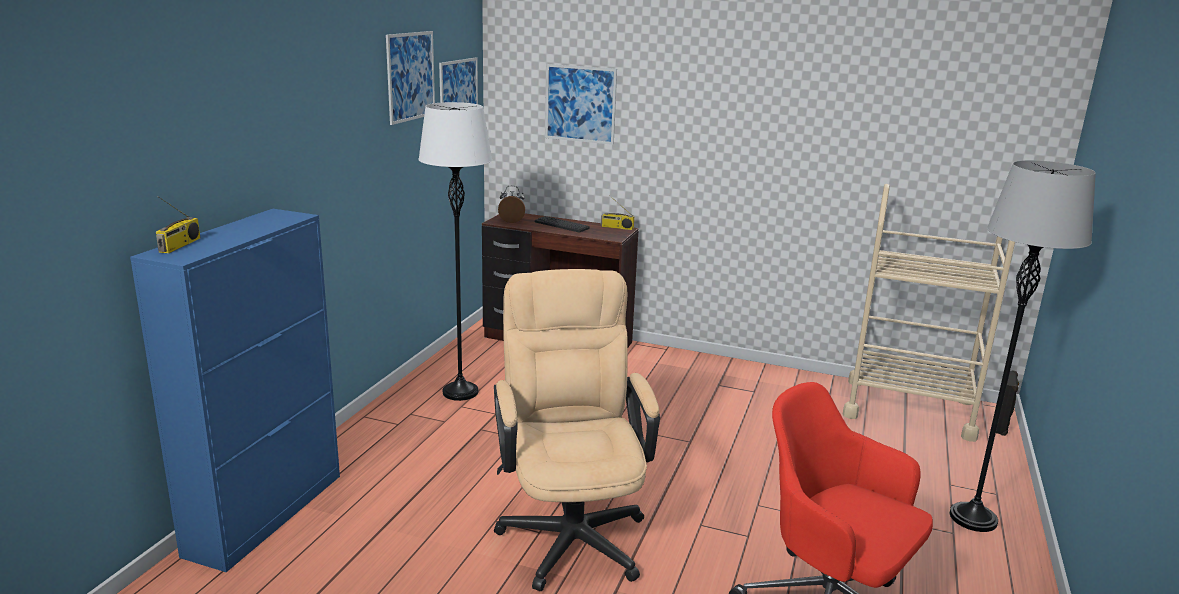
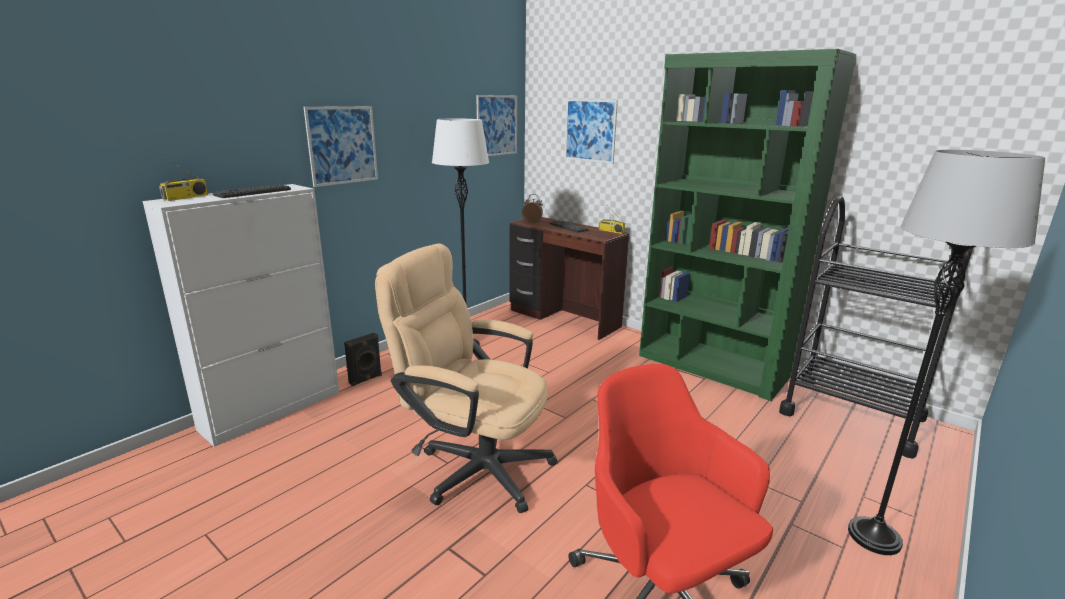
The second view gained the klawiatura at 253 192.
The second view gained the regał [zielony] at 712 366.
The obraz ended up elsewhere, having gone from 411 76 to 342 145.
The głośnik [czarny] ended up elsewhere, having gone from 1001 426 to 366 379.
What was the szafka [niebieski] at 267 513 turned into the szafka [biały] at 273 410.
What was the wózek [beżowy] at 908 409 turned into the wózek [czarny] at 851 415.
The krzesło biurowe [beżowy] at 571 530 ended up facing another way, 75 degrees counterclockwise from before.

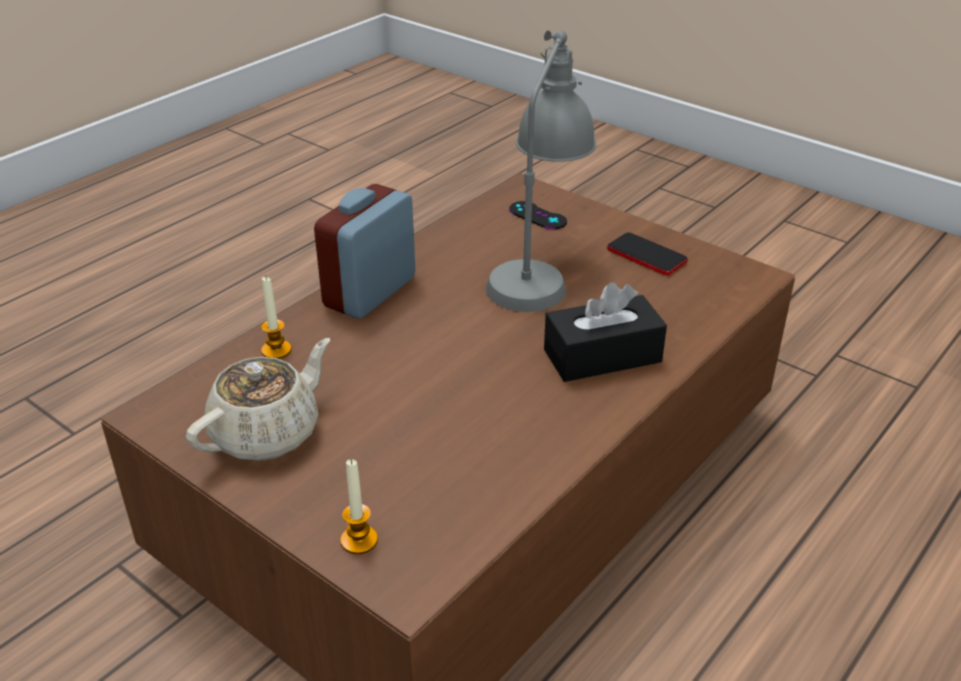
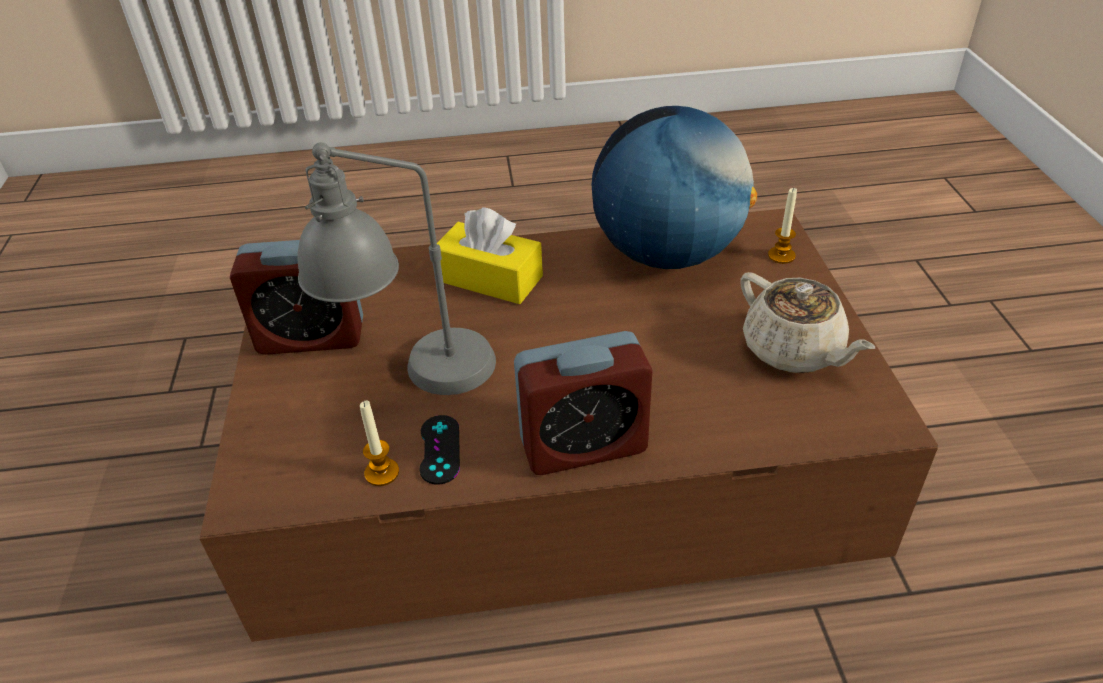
The second view gained the globus at 667 254.
The świeca ended up elsewhere, having gone from 276 350 to 382 473.
The pad do gier [czarny] ended up elsewhere, having gone from 537 216 to 440 449.
Where the telefon stood at 646 255, the budzik came to stand at 311 337.
What was the pudełko chusteczek [czarny] at 602 356 turned into the pudełko chusteczek [żółty] at 489 278.
The imbryk [beżowy] at 267 433 ended up facing another way, 120 degrees counterclockwise from before.

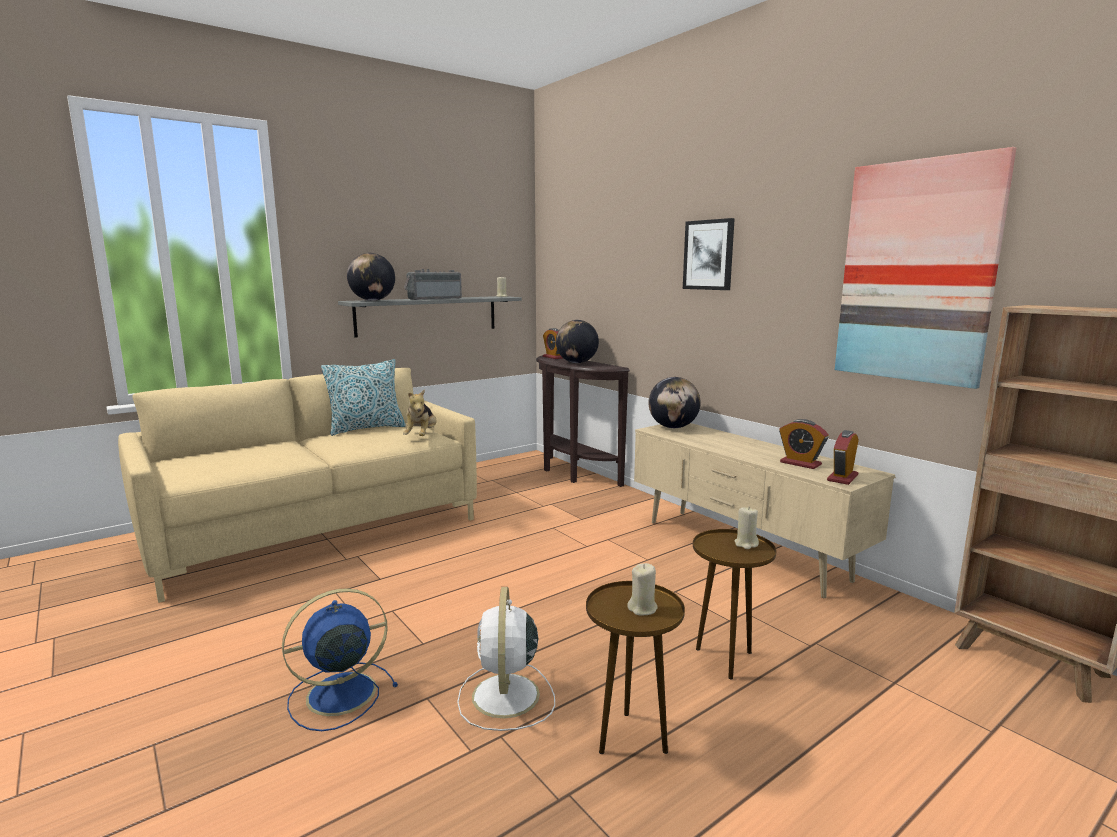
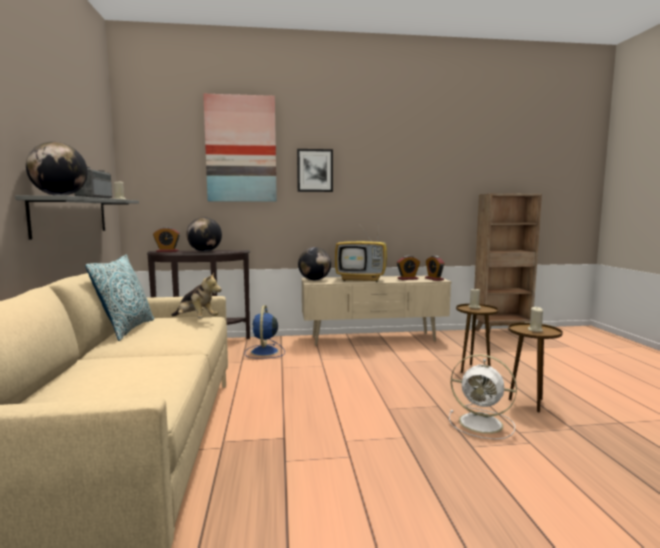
The second view gained the telewizor at 362 280.
The wentylator [niebieski] ended up elsewhere, having gone from 338 695 to 264 352.
The obraz ended up elsewhere, having gone from 916 272 to 241 149.

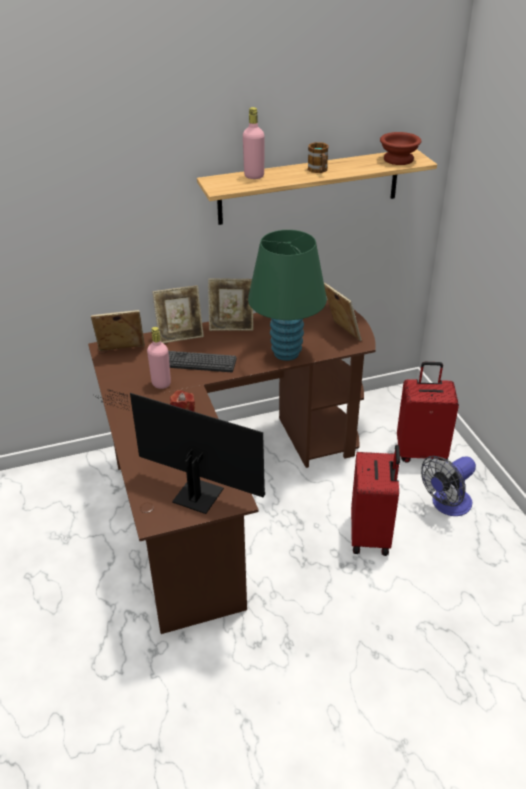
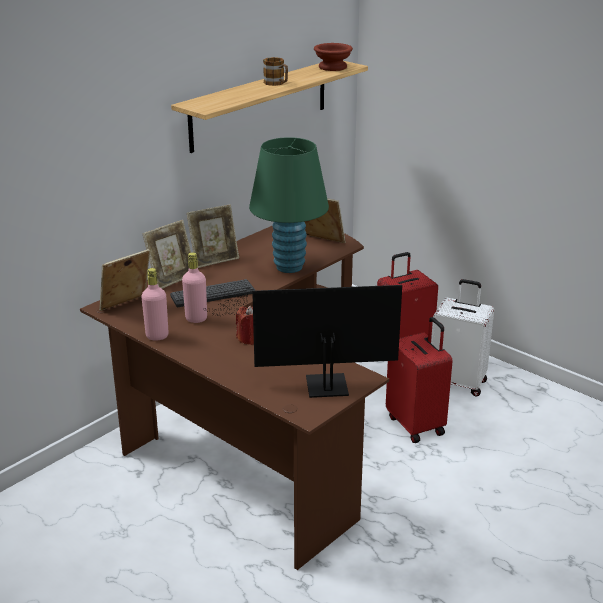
The butelka [różowy] ended up elsewhere, having gone from 254 176 to 157 336.
Where the wentylator stood at 447 505, the walizka [biały] came to stand at 458 382.

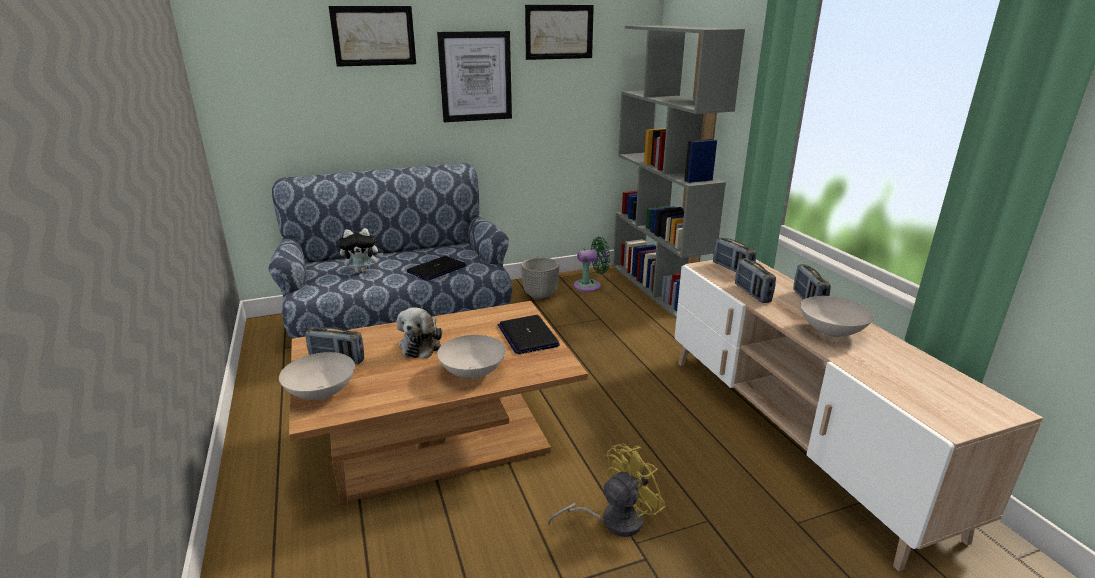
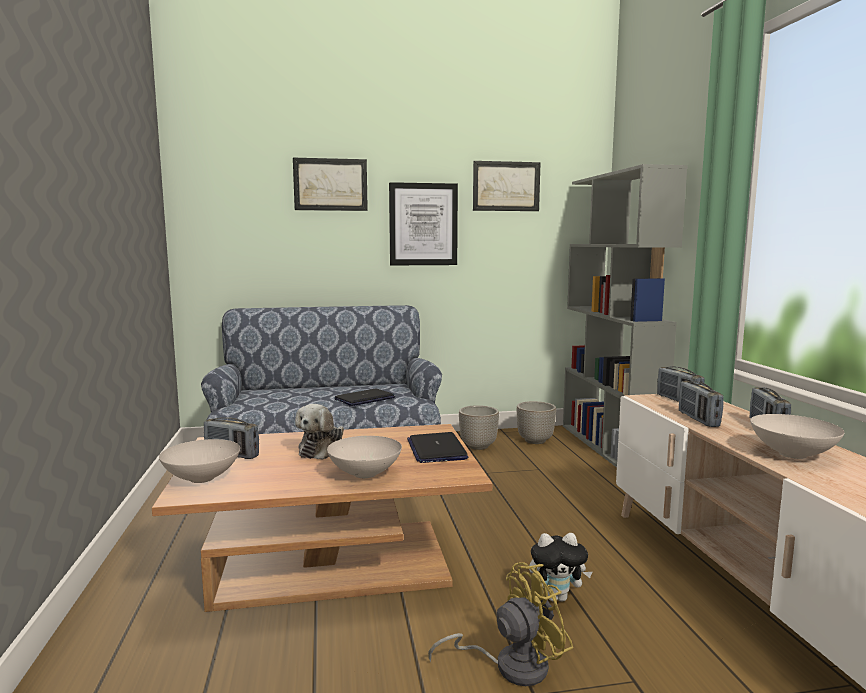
The pluszak ended up elsewhere, having gone from 363 271 to 557 597.
Where the wentylator [zielony] stood at 590 286, the donica came to stand at 534 441.

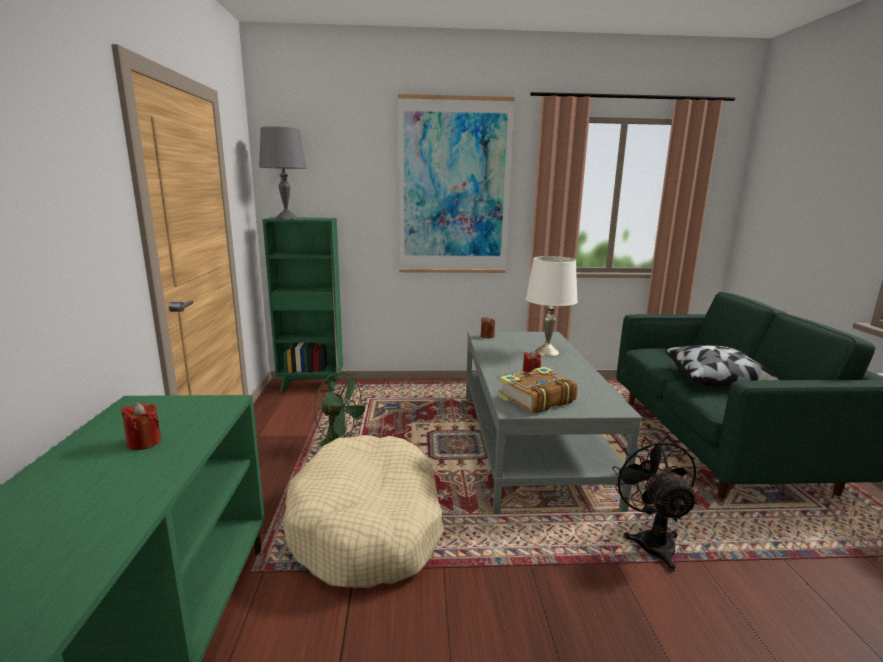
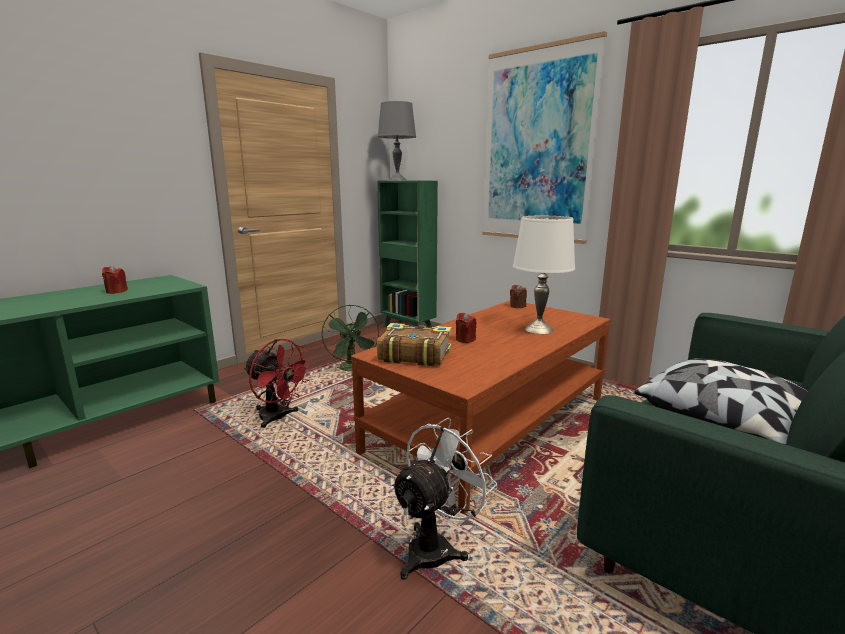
Where the legowisko [beżowy] stood at 368 526, the wentylator [czerwony] came to stand at 278 418.
What was the ława [szary] at 530 443 turned into the ława [brązowy] at 490 424.
What was the wentylator [czarny] at 651 540 turned into the wentylator [biały] at 436 547.

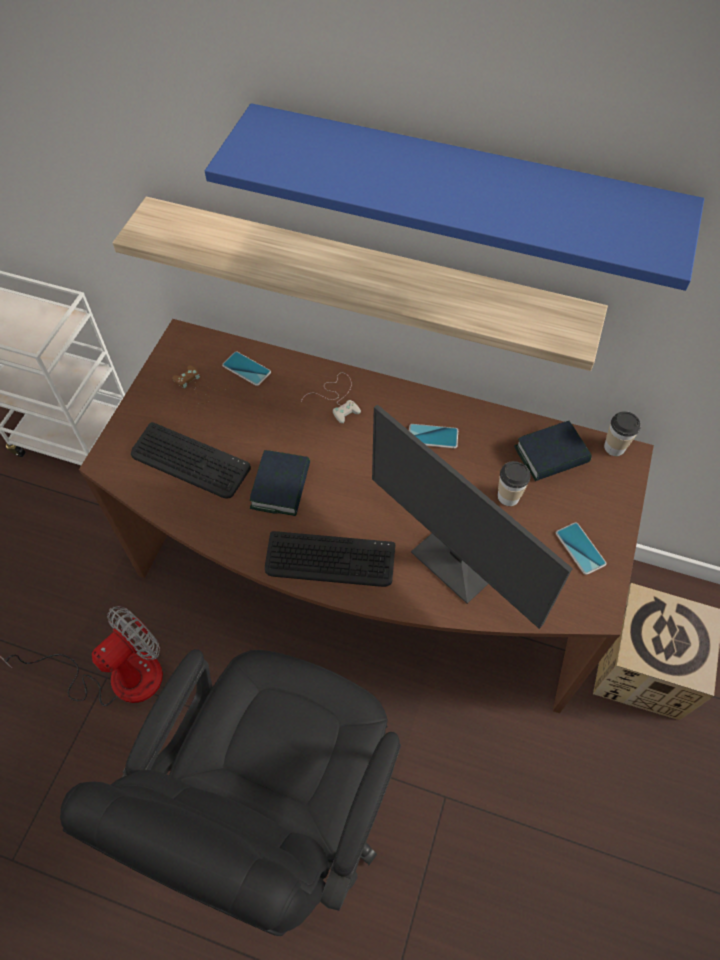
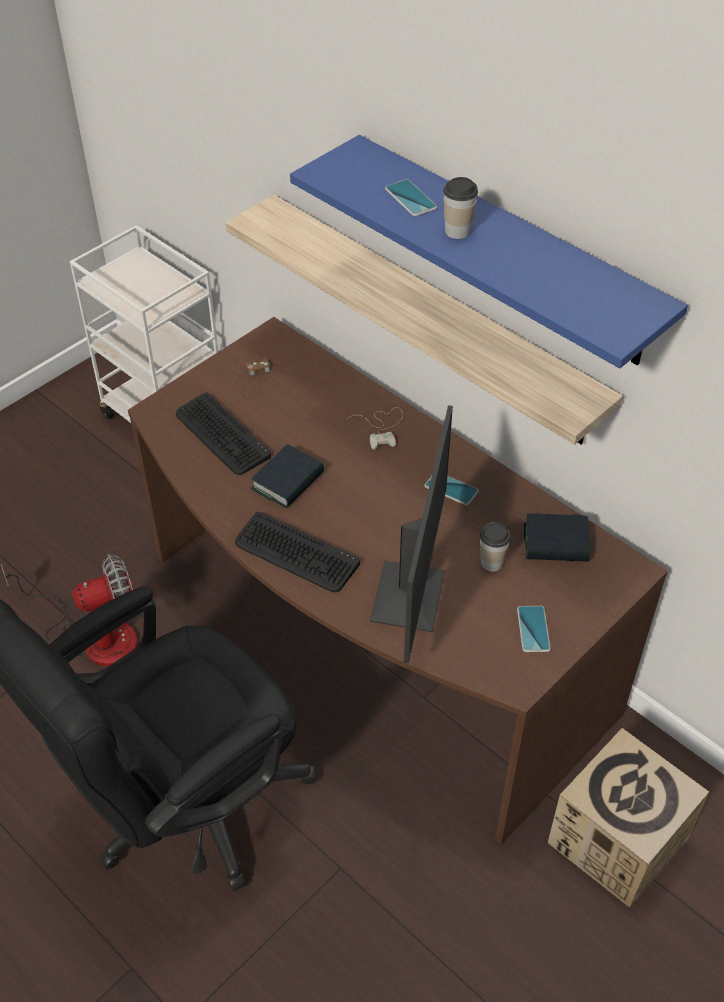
The telefon ended up elsewhere, having gone from 246 369 to 410 199.
The filiżanka ended up elsewhere, having gone from 614 447 to 457 231.
The monitor at 458 560 ended up facing another way, 150 degrees counterclockwise from before.

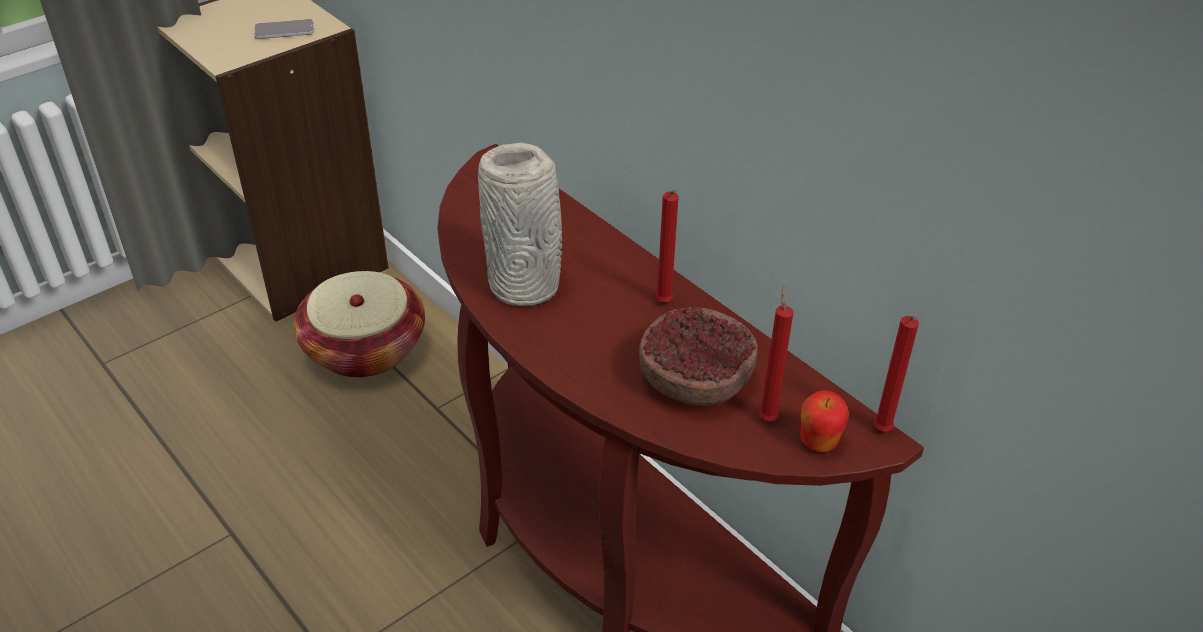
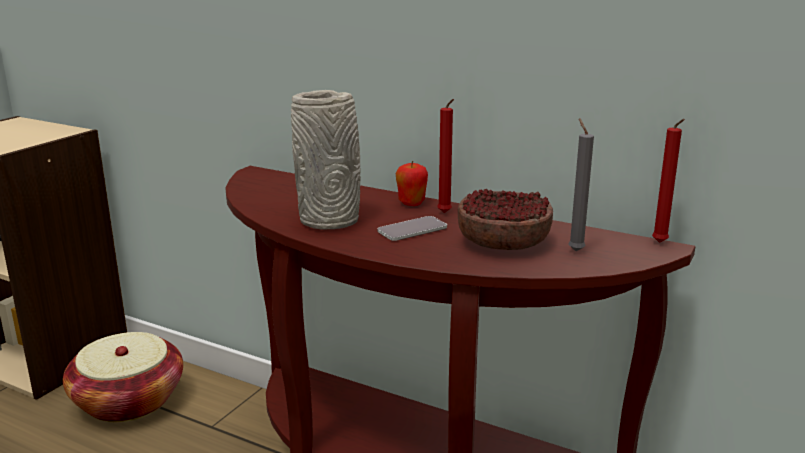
The telefon ended up elsewhere, having gone from 284 30 to 412 230.
The jabłko ended up elsewhere, having gone from 818 442 to 411 203.
What was the świeca [czerwony] at 767 417 turned into the świeca [szary] at 574 250.

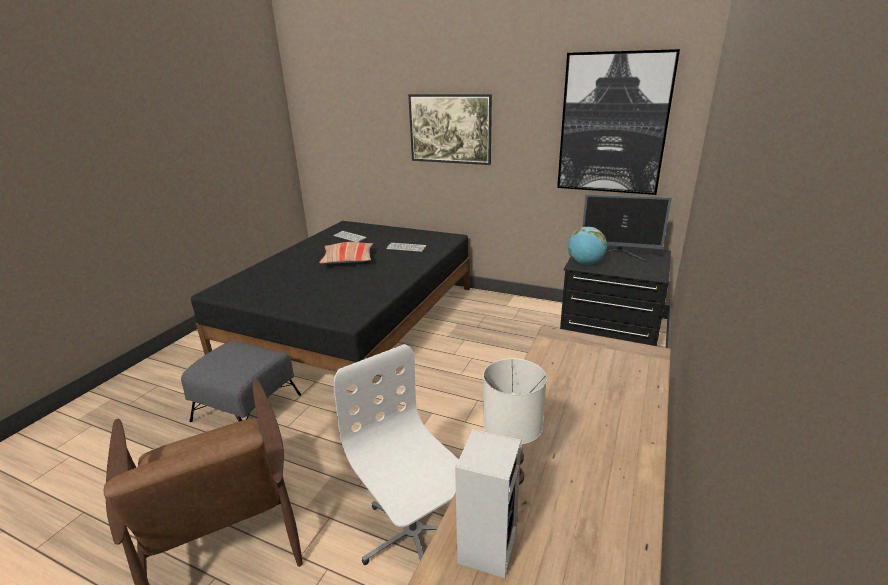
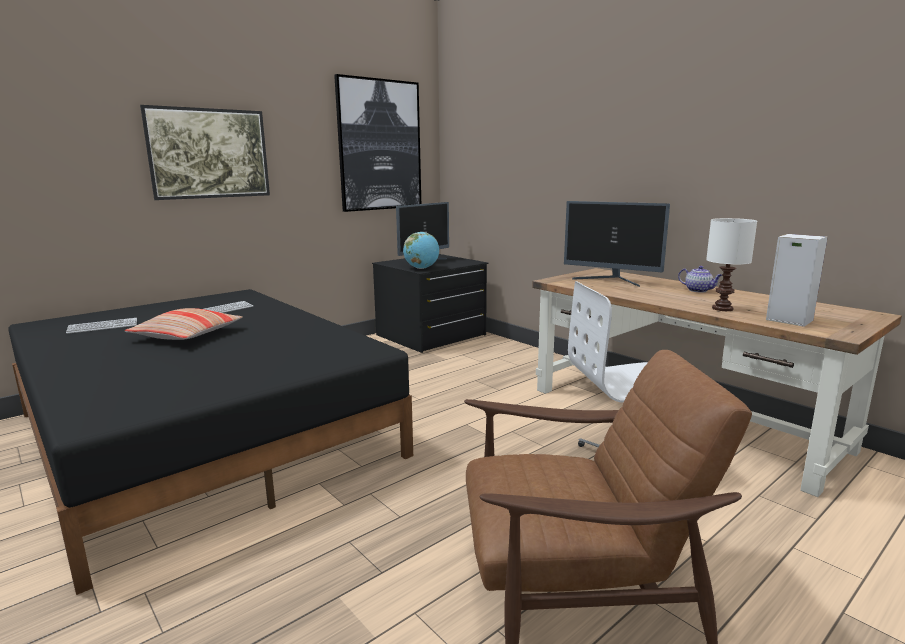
The second view lost the pufa [szary] at 247 408.
The second view gained the monitor at 611 281.
The second view gained the imbryk at 698 290.

